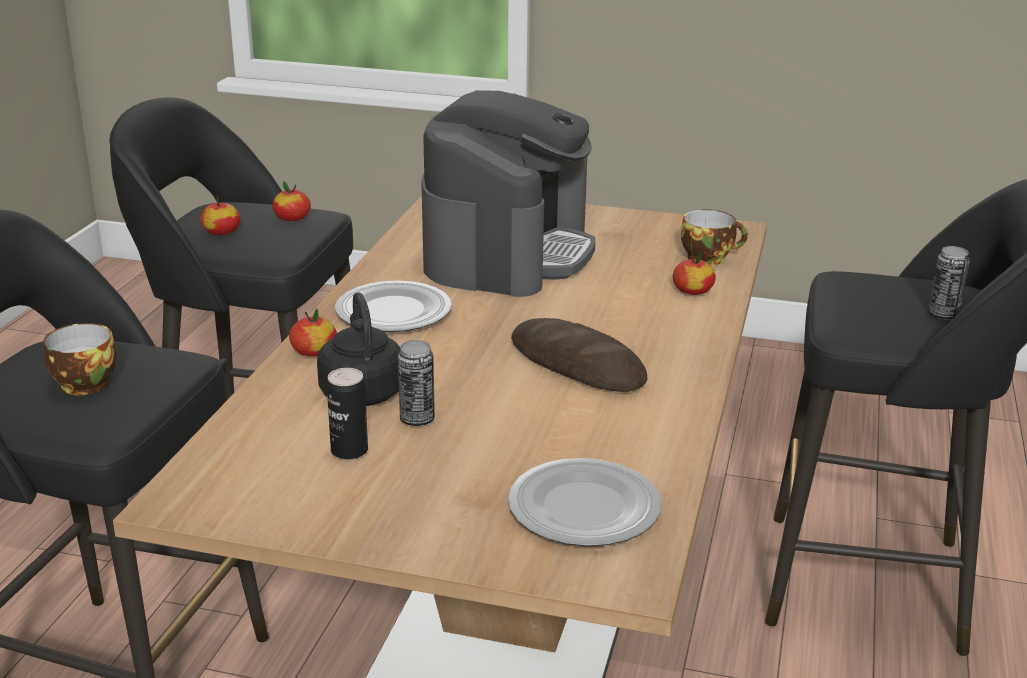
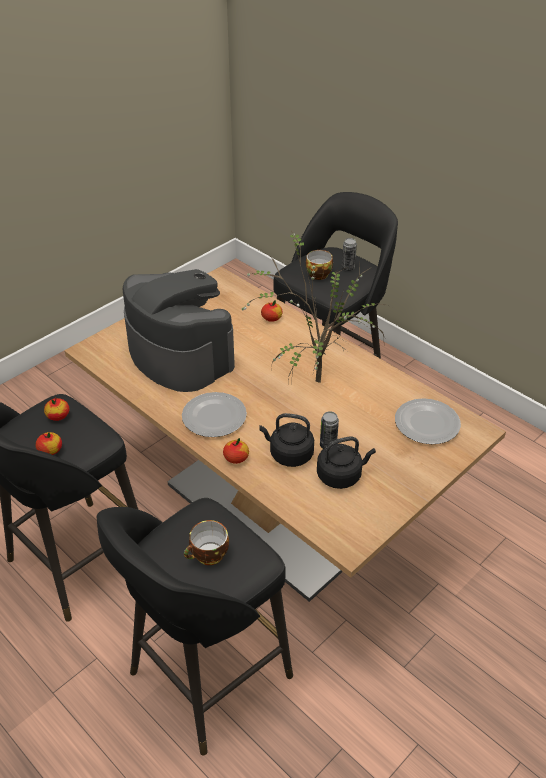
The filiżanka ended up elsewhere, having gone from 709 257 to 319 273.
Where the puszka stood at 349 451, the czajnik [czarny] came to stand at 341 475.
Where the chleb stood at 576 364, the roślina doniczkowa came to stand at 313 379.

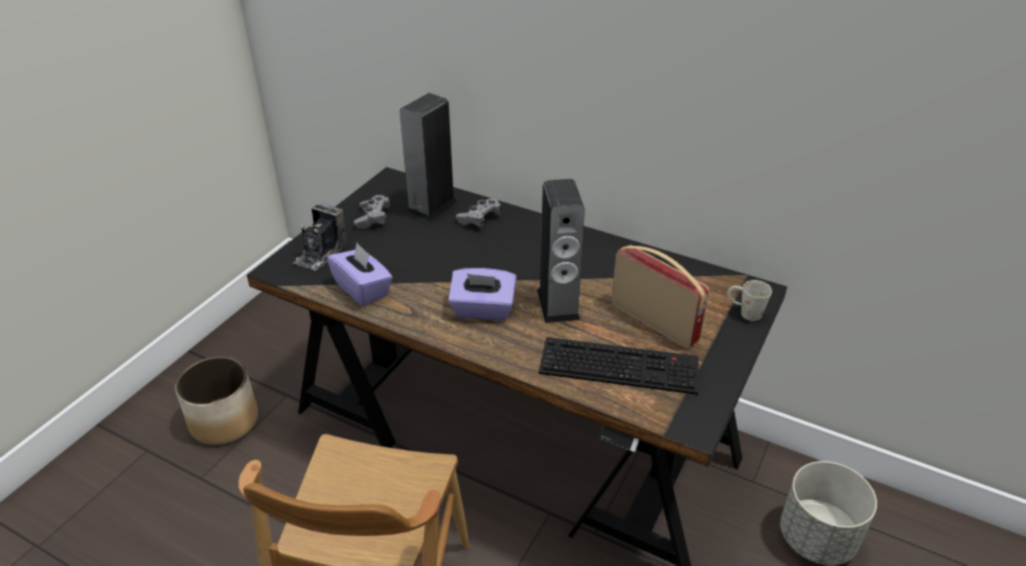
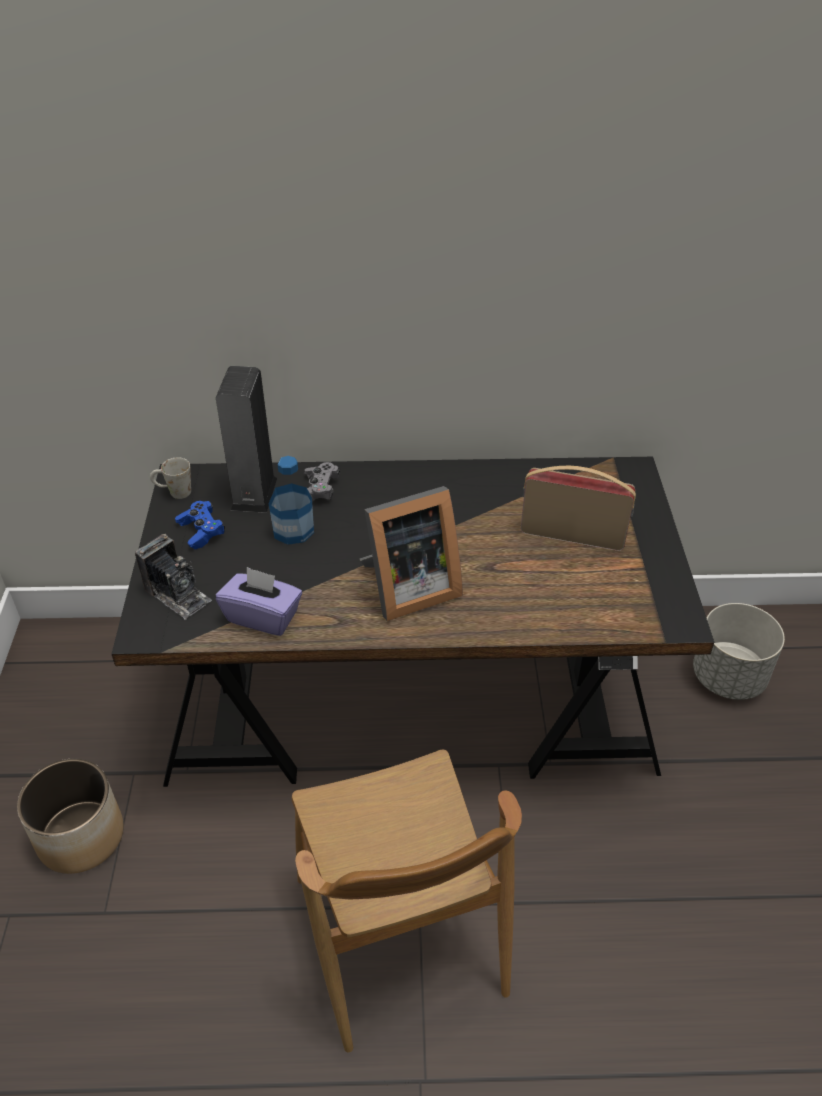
The second view lost the głośnik at 558 304.
The second view lost the klawiatura at 621 365.
The second view gained the butelka at 293 530.
The kubek [biały] ended up elsewhere, having gone from 744 312 to 173 492.
Where the pudełko chusteczek [fioletowy] stood at 483 310, the ramka na zdjęcie came to stand at 407 588.
What was the pad do gier [szary] at 373 218 turned into the pad do gier [niebieski] at 201 531.
The aparat fotograficzny at 321 253 ended up facing another way, 45 degrees counterclockwise from before.

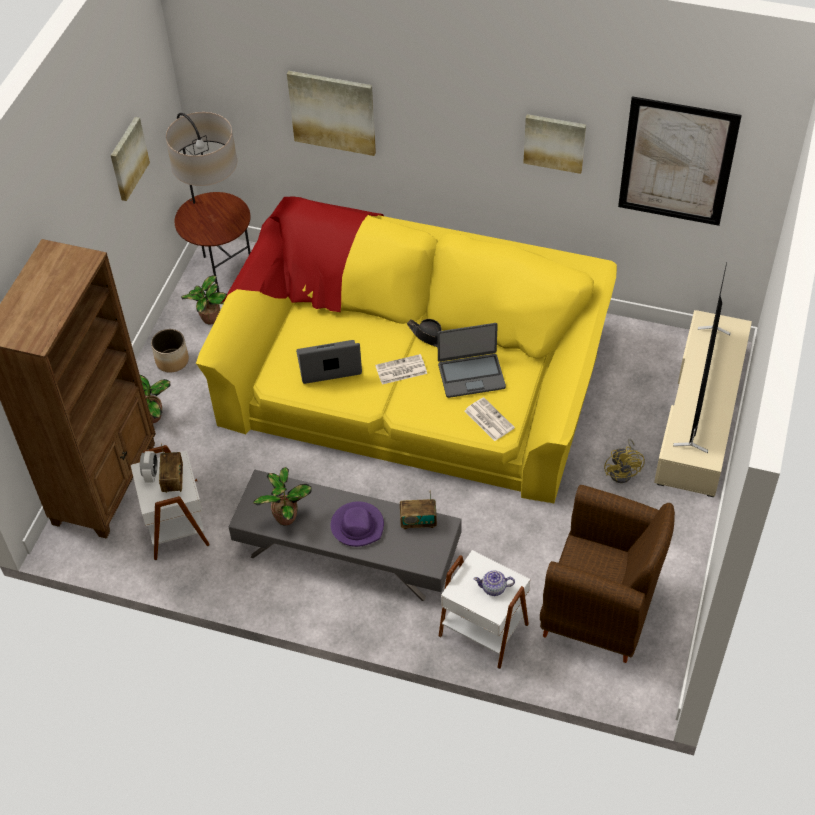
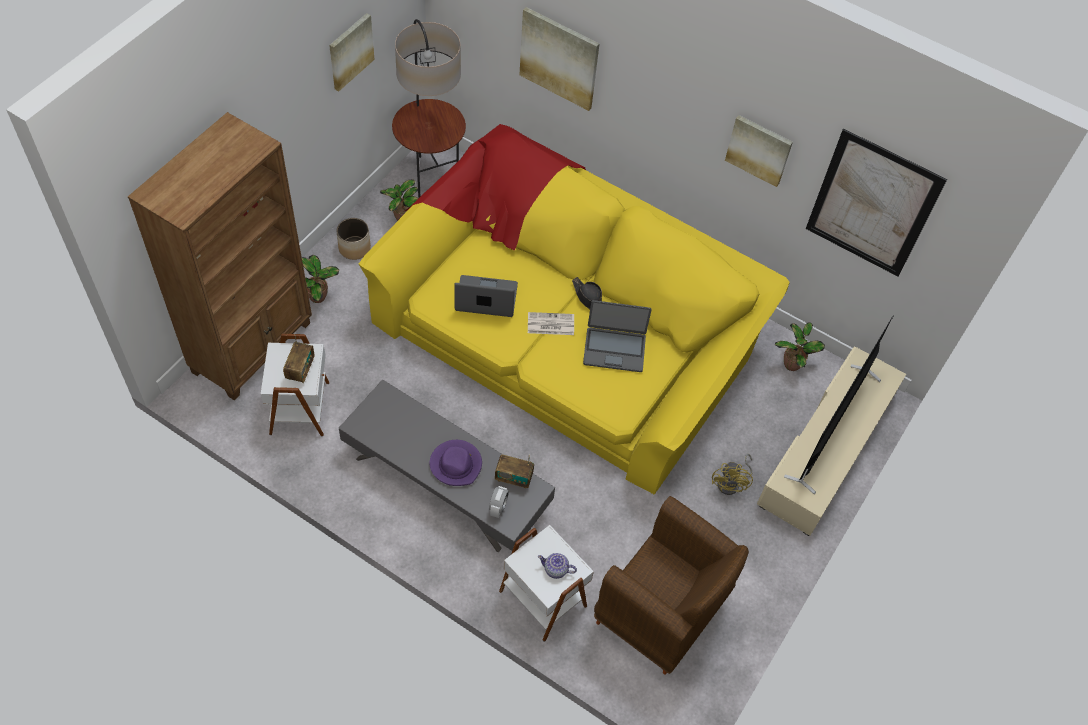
The second view lost the gazeta at 488 419.
The budzik ended up elsewhere, having gone from 151 474 to 498 507.
The roślina doniczkowa ended up elsewhere, having gone from 286 516 to 792 363.

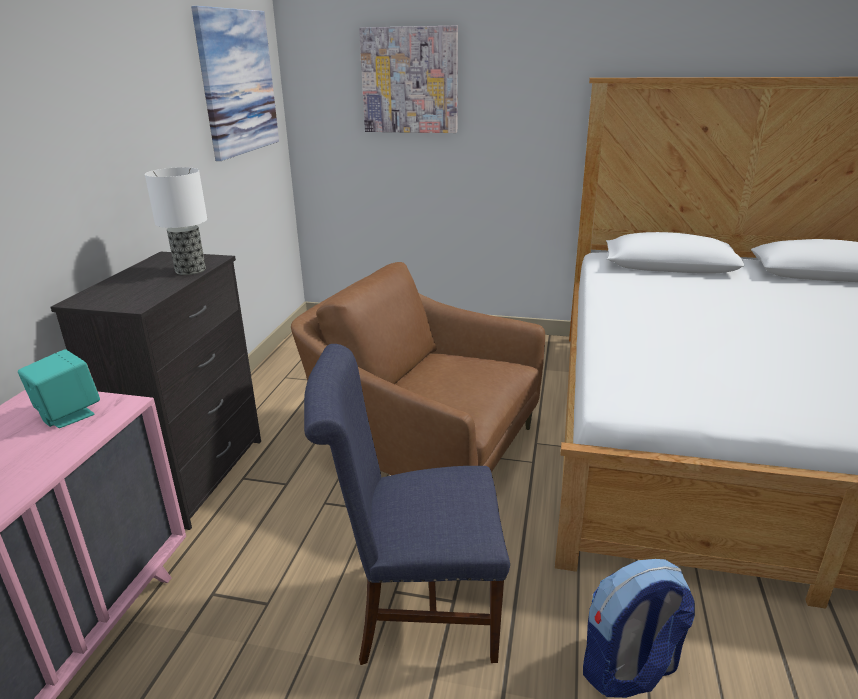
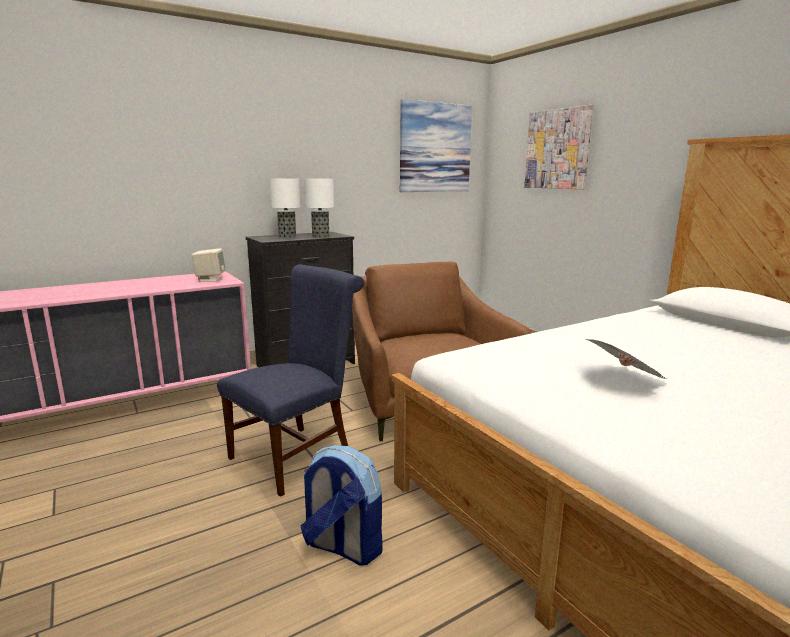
The second view gained the lampa stołowa at 287 237.
The second view gained the gazeta at 626 380.
What was the głośnik [turkusowy] at 68 415 turned into the głośnik [beżowy] at 210 279.
The krzesło [niebieski] at 414 608 ended up facing another way, 90 degrees clockwise from before.

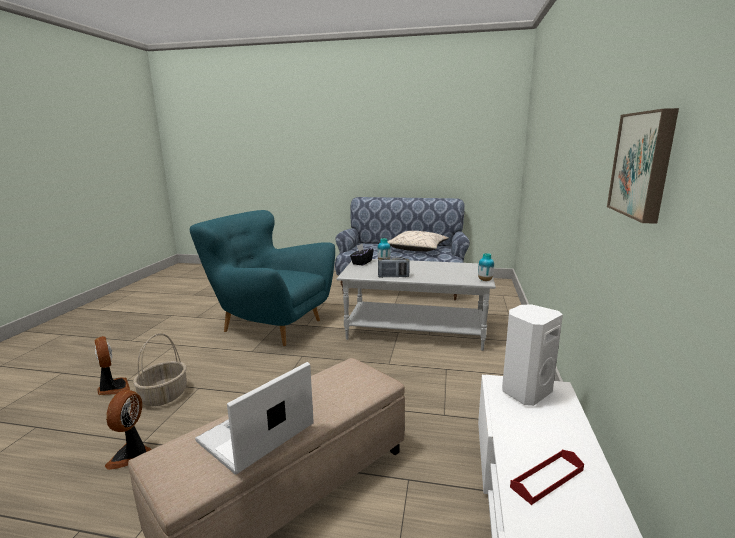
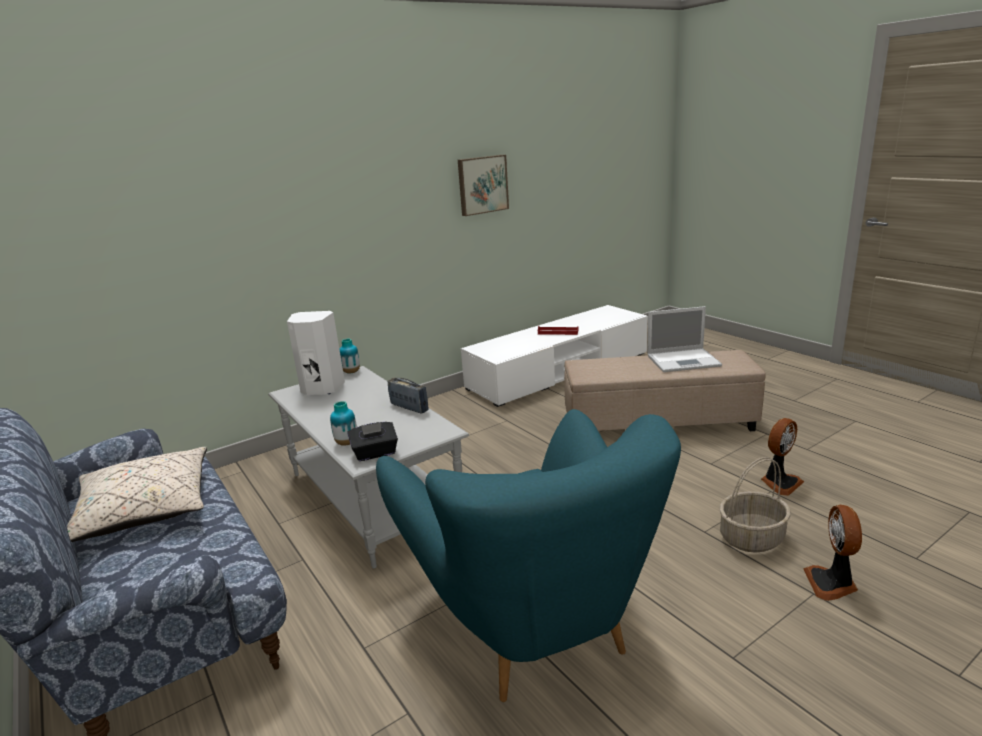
The głośnik [biały] ended up elsewhere, having gone from 524 391 to 321 389.

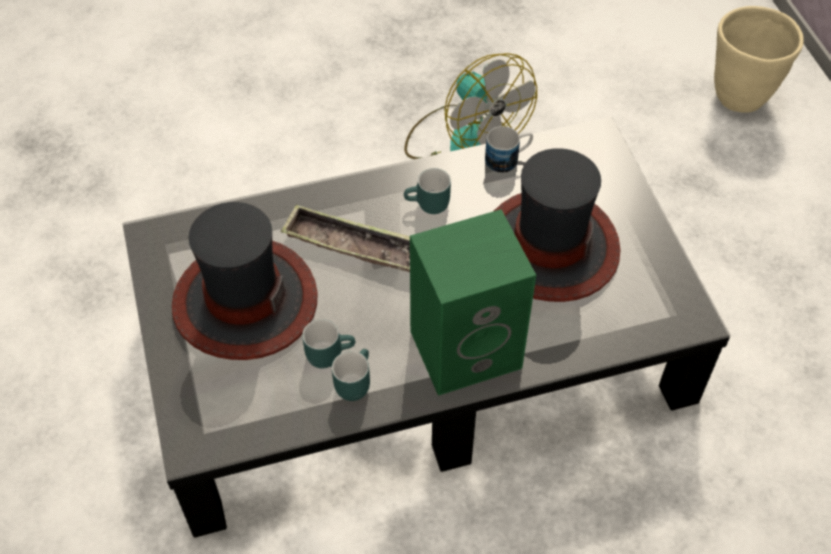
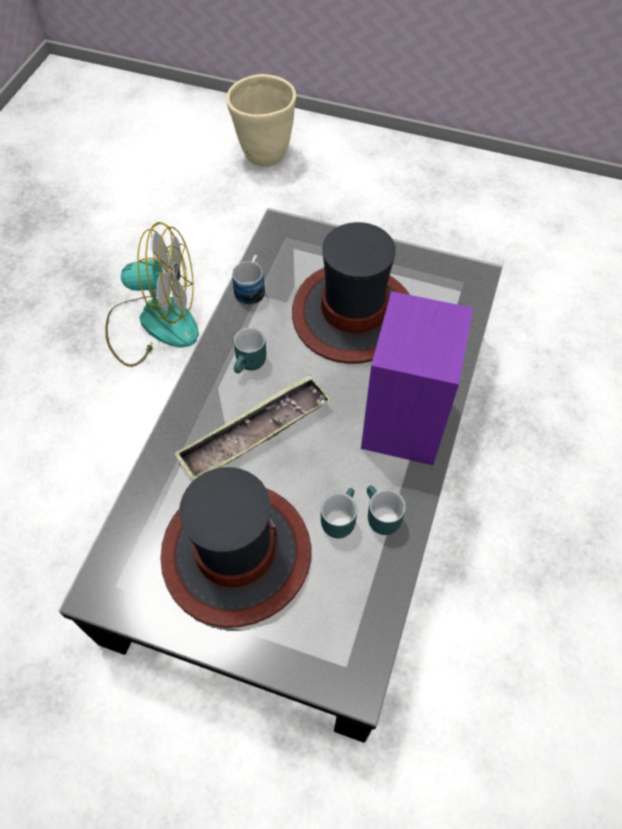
What was the głośnik [zielony] at 467 347 turned into the głośnik [fioletowy] at 403 419.

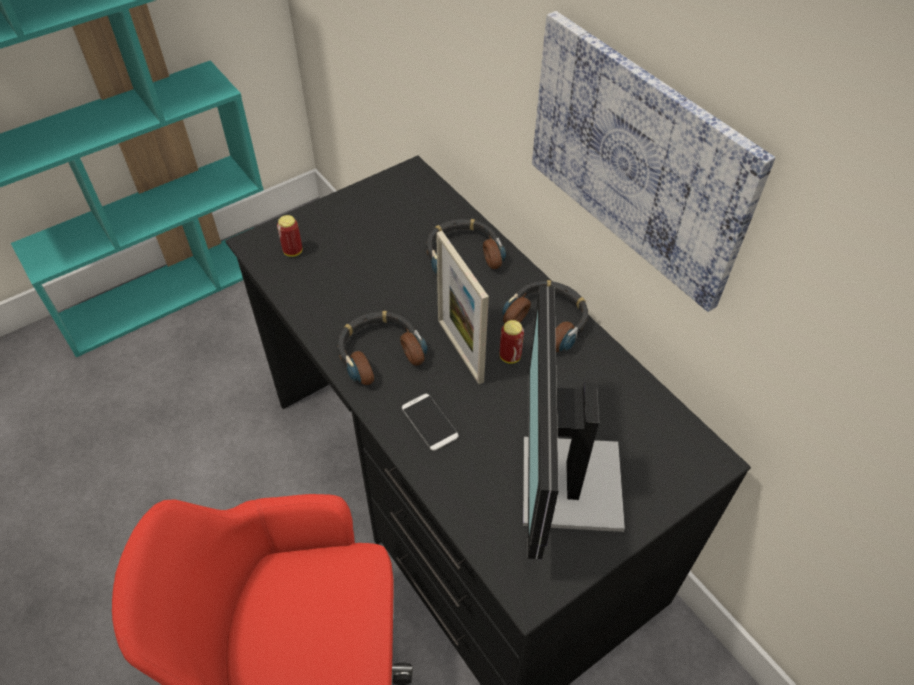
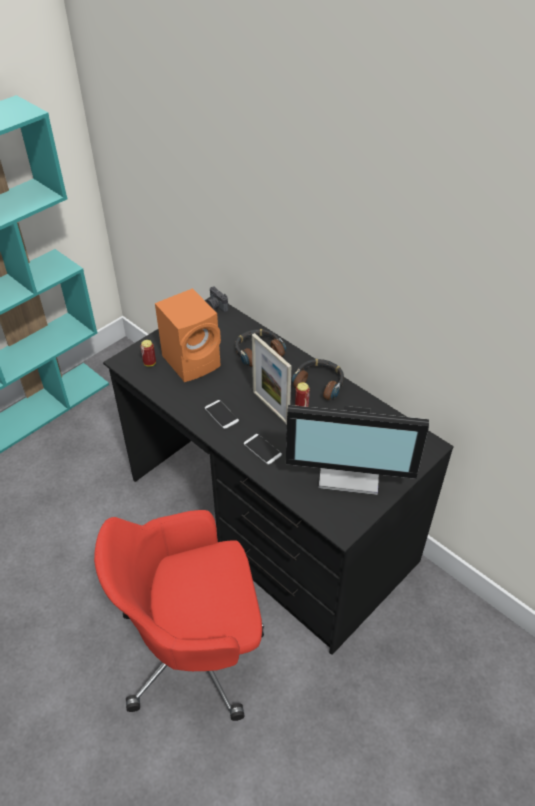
The second view lost the obraz at 637 158.
The second view gained the głośnik [pomarańczowy] at 193 361.
The second view gained the aparat fotograficzny at 216 307.
Where the słuchawki stood at 379 352, the telefon came to stand at 221 414.
The monitor at 565 485 ended up facing another way, 75 degrees counterclockwise from before.

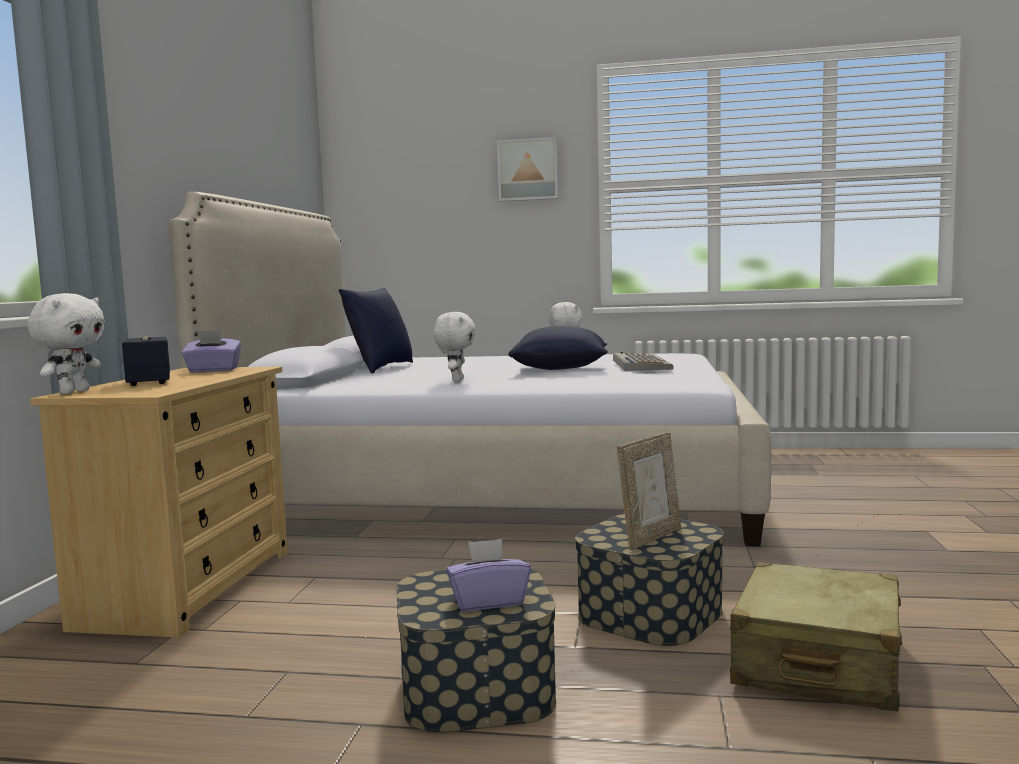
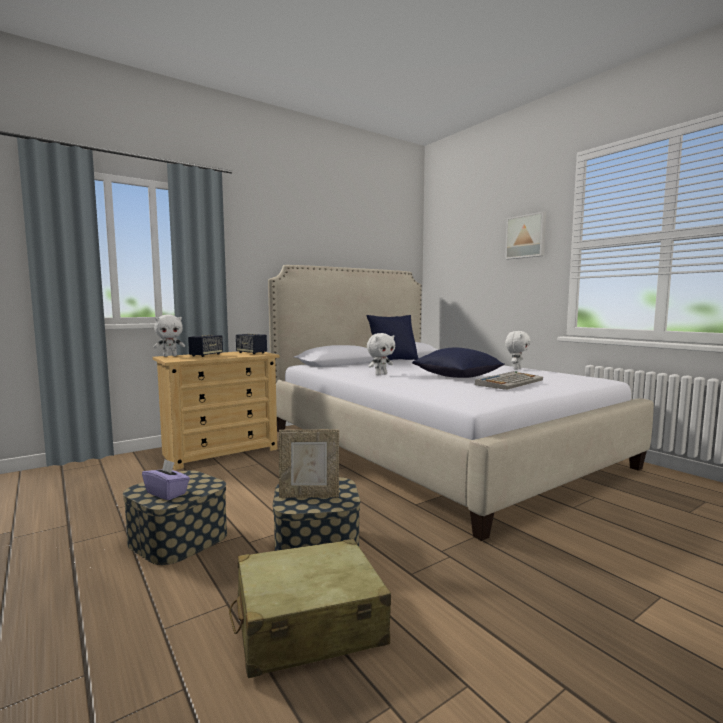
Where the pudełko chusteczek [fioletowy] stood at 213 370, the głośnik came to stand at 251 353.

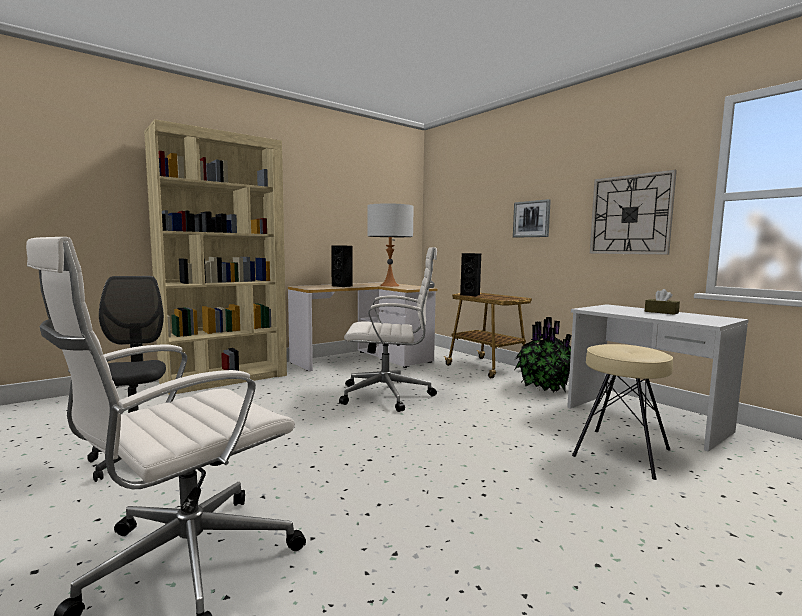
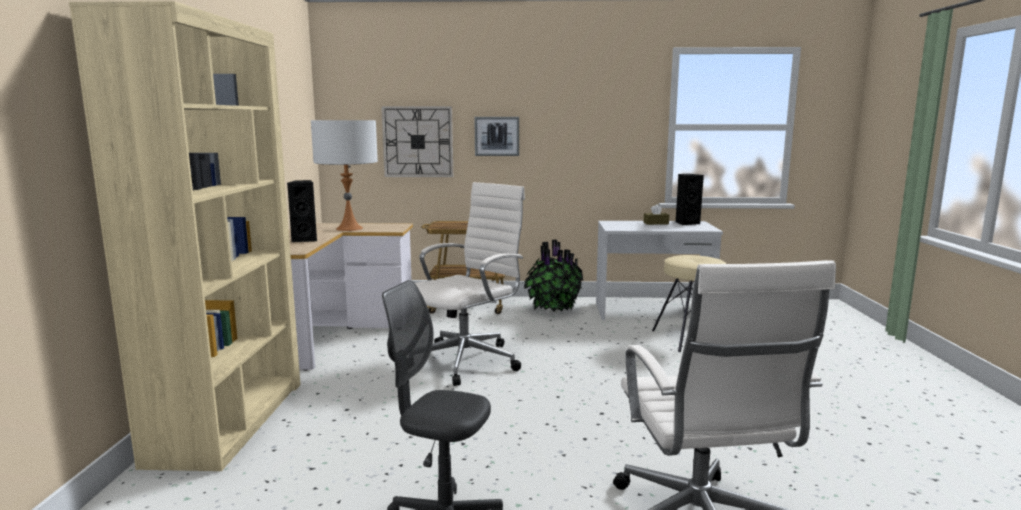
The głośnik [czarny] ended up elsewhere, having gone from 471 295 to 686 223.
The zegar ścienny ended up elsewhere, having gone from 630 215 to 418 142.

